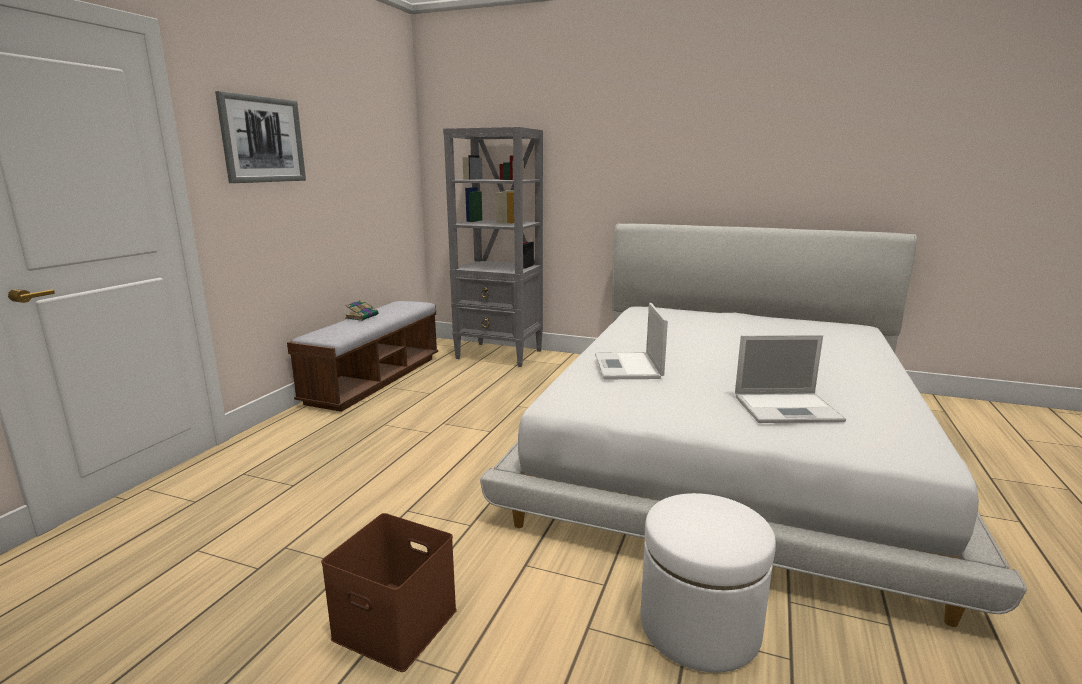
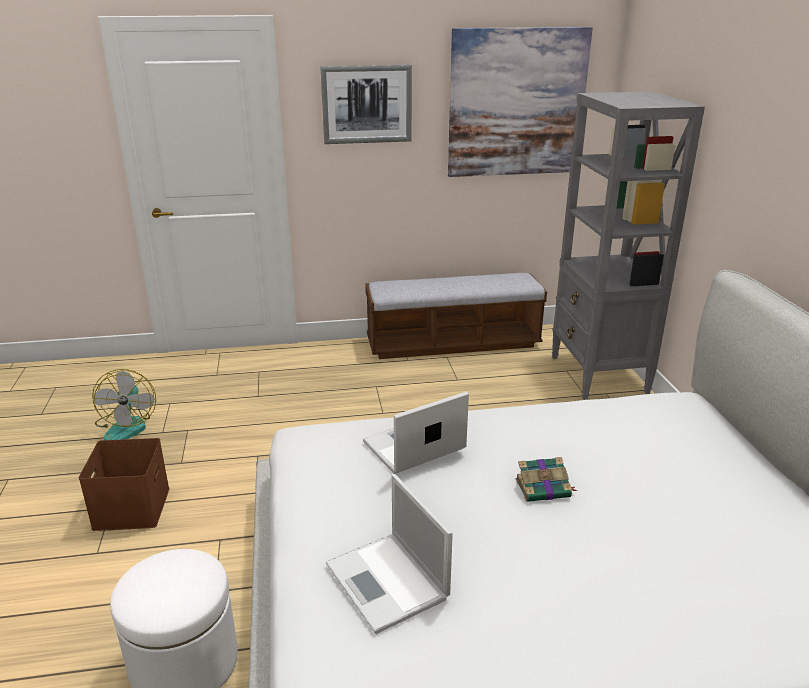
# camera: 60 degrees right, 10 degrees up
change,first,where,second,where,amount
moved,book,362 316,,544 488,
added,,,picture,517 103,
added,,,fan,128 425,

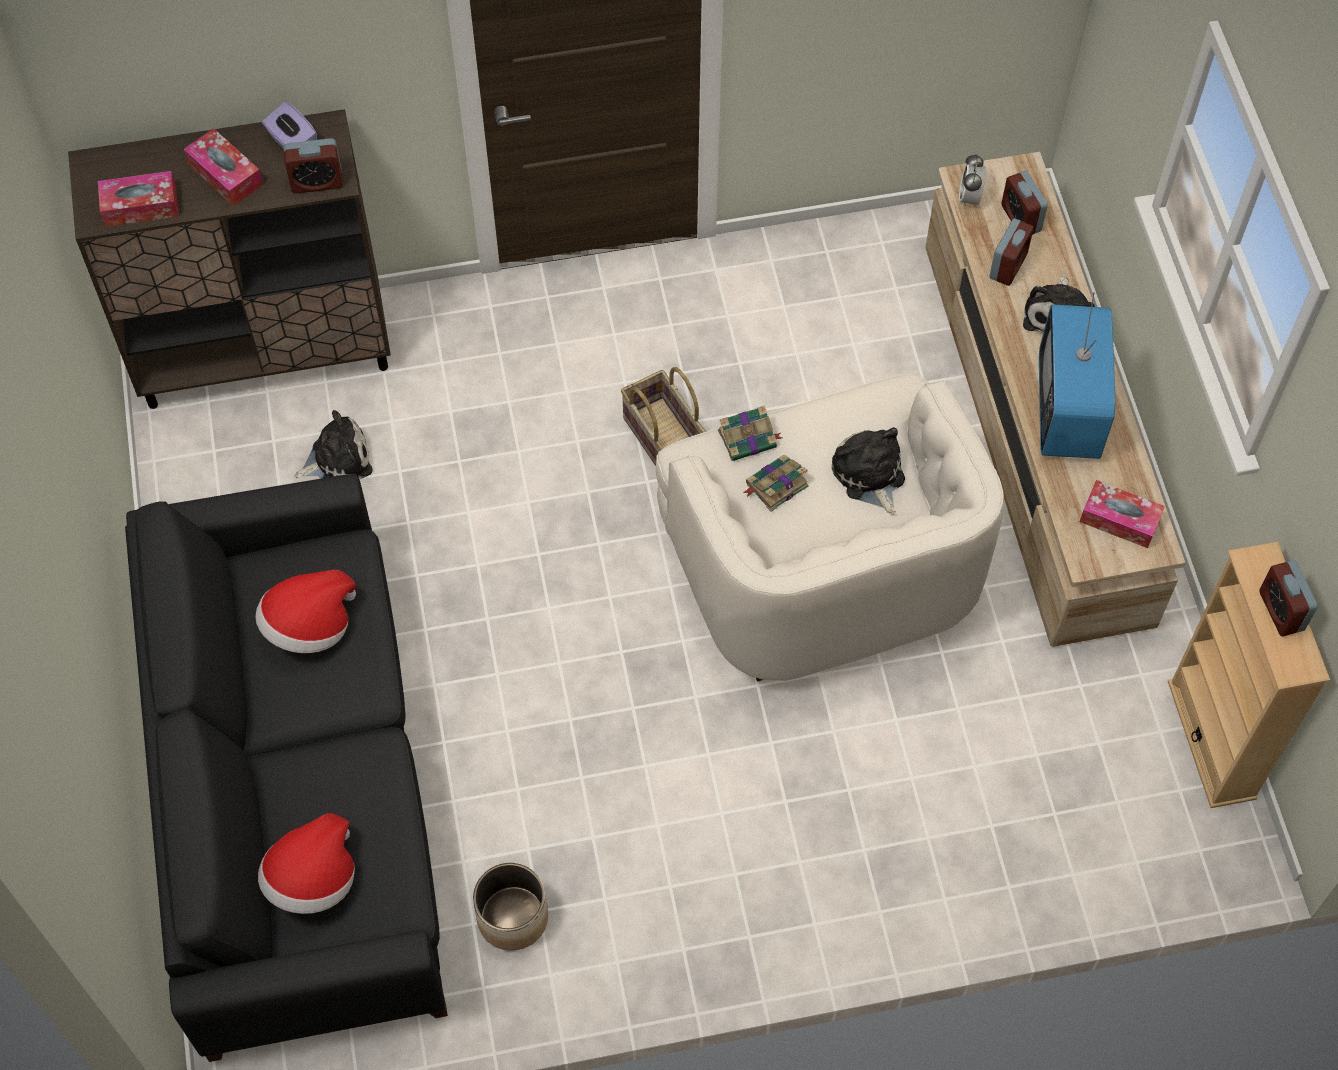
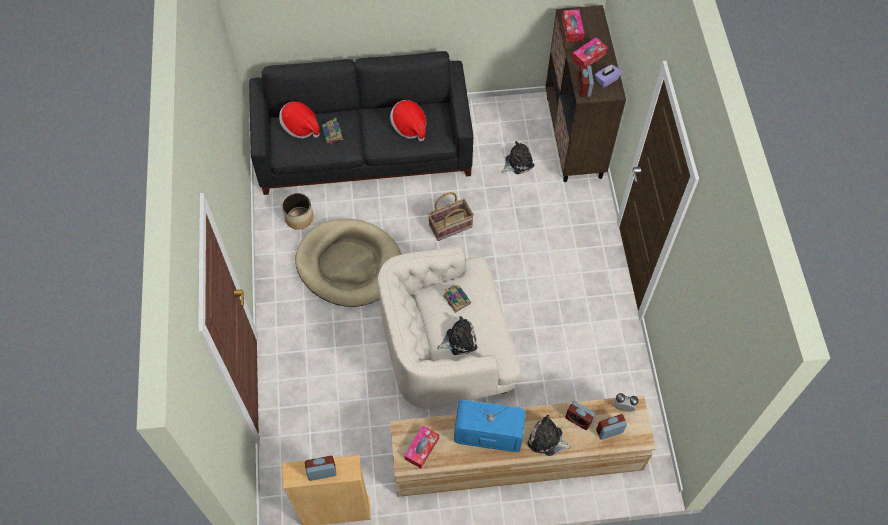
# camera: 95 degrees right, 0 degrees up
change,first,where,second,where,amount
moved,basket,662 439,,450 225,
moved,book,748 438,,332 134,
turned,plush toy,337 459,,517 163,105 degrees counterclockwise
added,,,dog bed in beige,349 264,

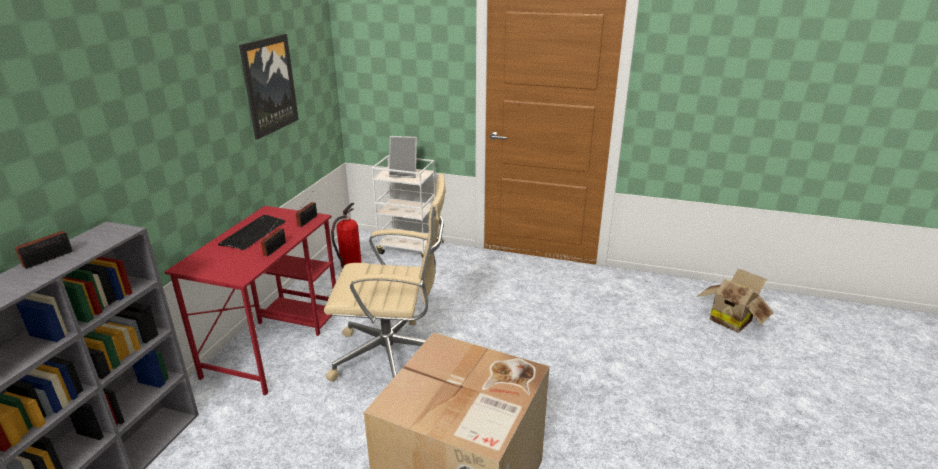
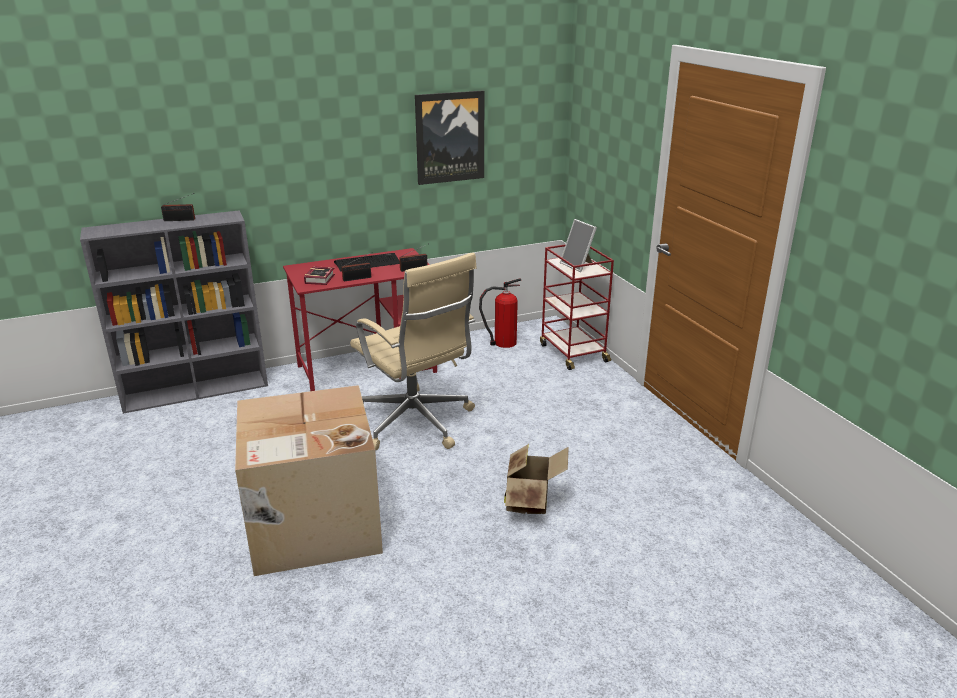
# camera: 50 degrees right, 0 degrees up
change,first,where,second,where,amount
recoloured,cart in white,408 249,cart in red,572 353,
moved,cardboard box,730 319,,531 501,
added,,,book,321 278,

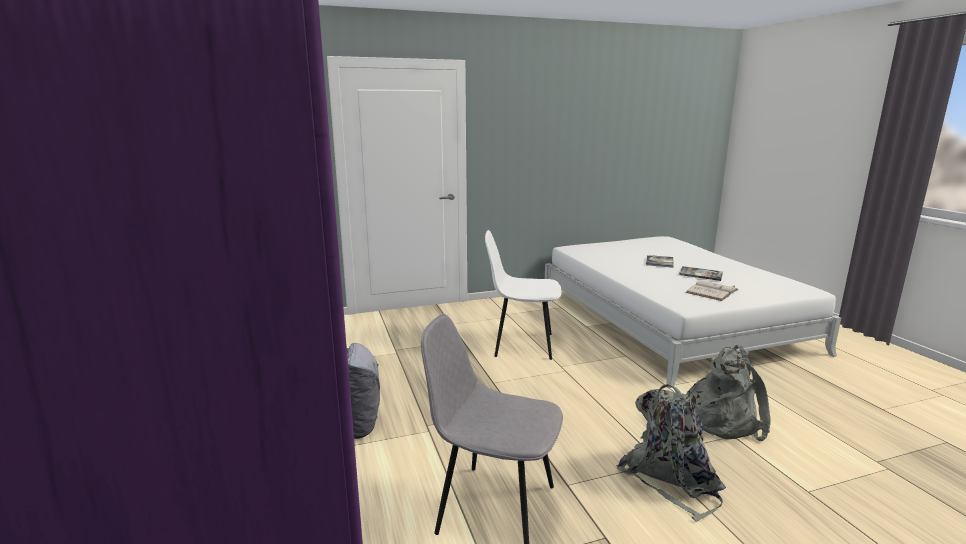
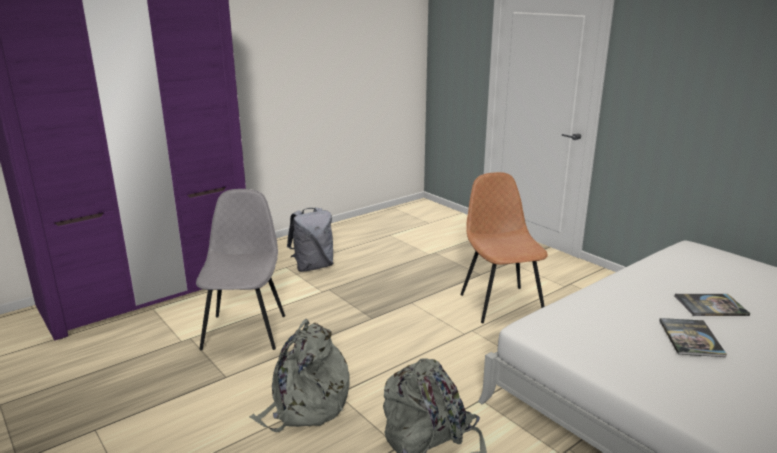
# camera: 70 degrees right, 5 degrees up
change,first,where,second,where,amount
recoloured,chair in white,521 344,chair in brown,501 303,
removed,book in white,712 291,,,

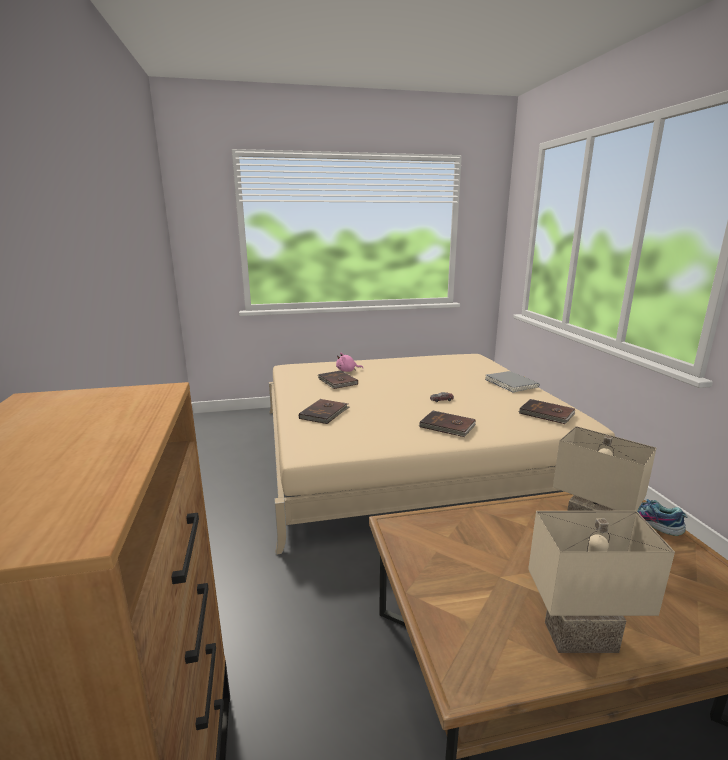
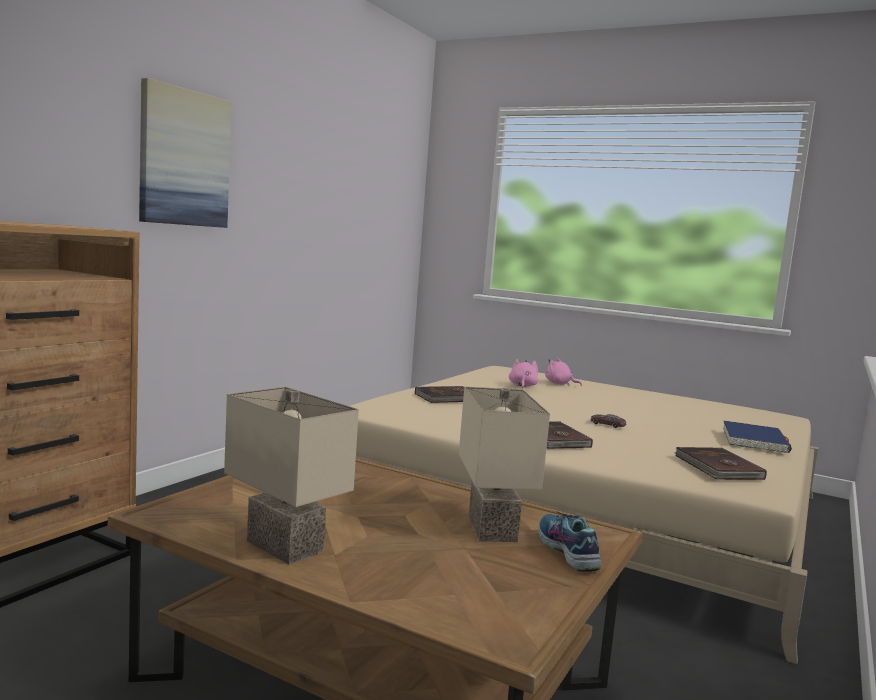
# camera: 40 degrees right, 10 degrees down
change,first,where,second,where,amount
replaced,book in brown,337 381,plush toy in pink,522 386,
recoloured,book in grey,511 384,book in blue,754 441,
added,,,picture,184 158,

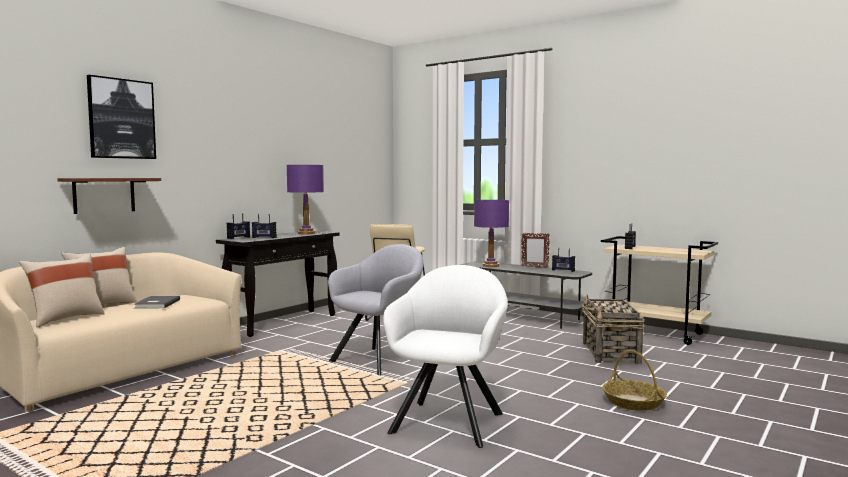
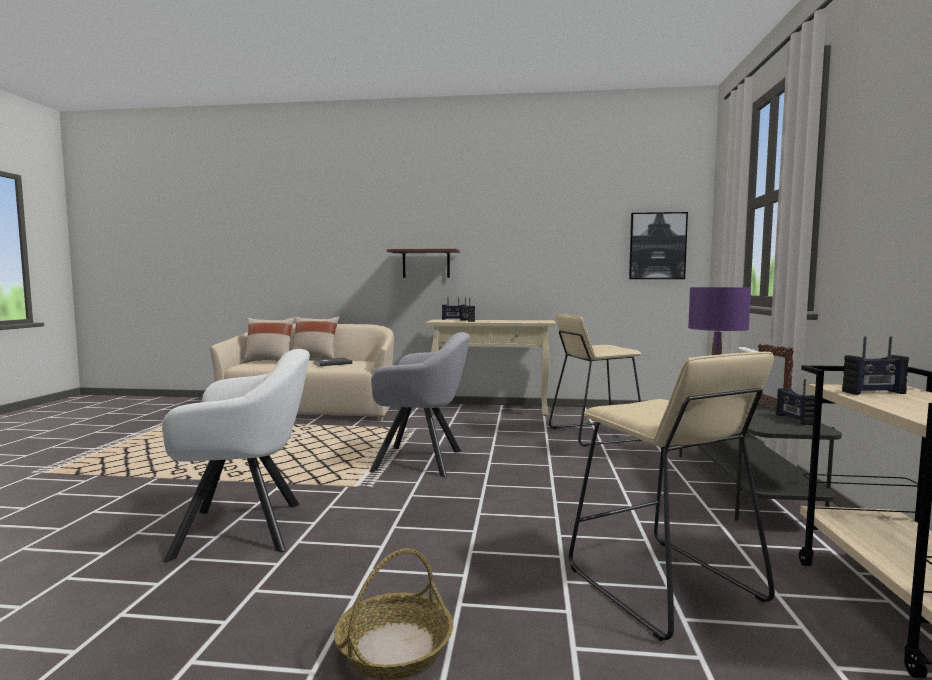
# camera: 60 degrees right, 0 degrees up
change,first,where,second,where,amount
moved,picture,121 119,,657 246,
removed,table lamp in purple,306 233,,,
moved,shelf in brown,104 195,,426 264,
recoloured,console table in black,283 322,console table in beige,491 410,
replaced,basket,610 353,stool in beige,662 584,

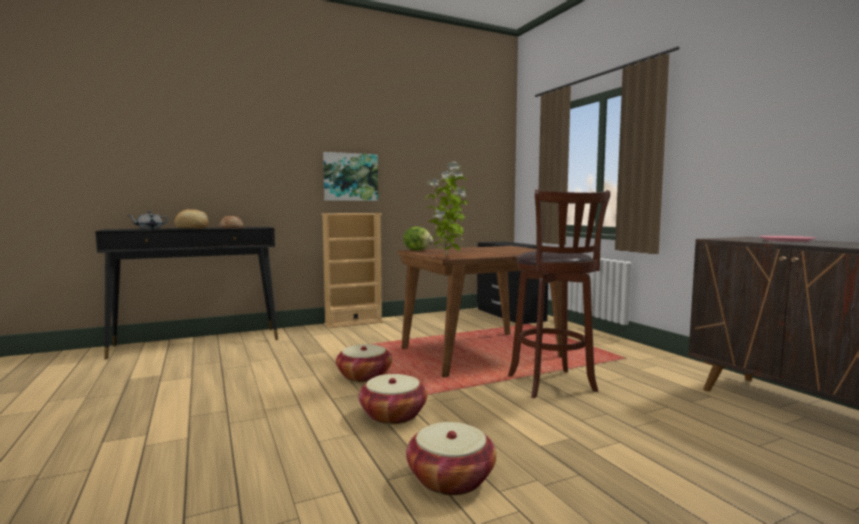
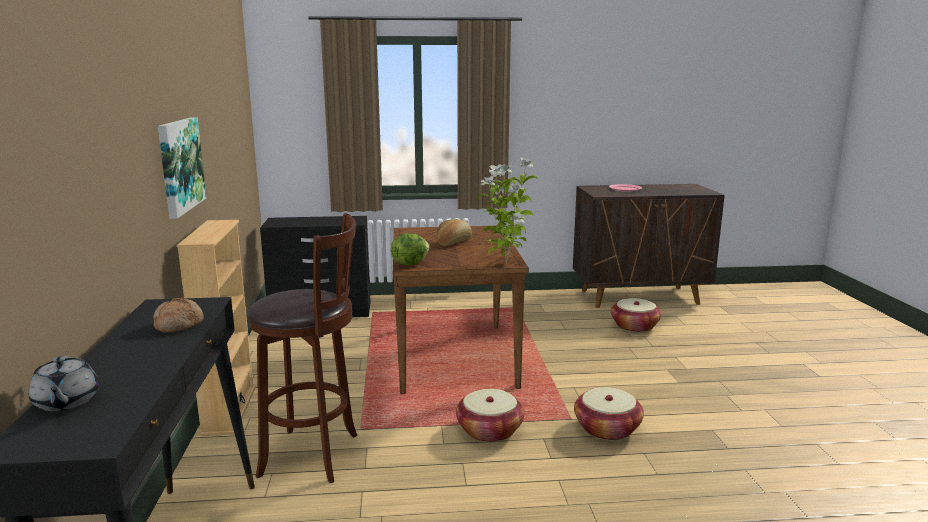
# camera: 70 degrees left, 10 degrees up
change,first,where,second,where,amount
moved,stool in brown,553 385,,315 455,
moved,bread,192 228,,454 242,
moved,basket,450 478,,634 326,

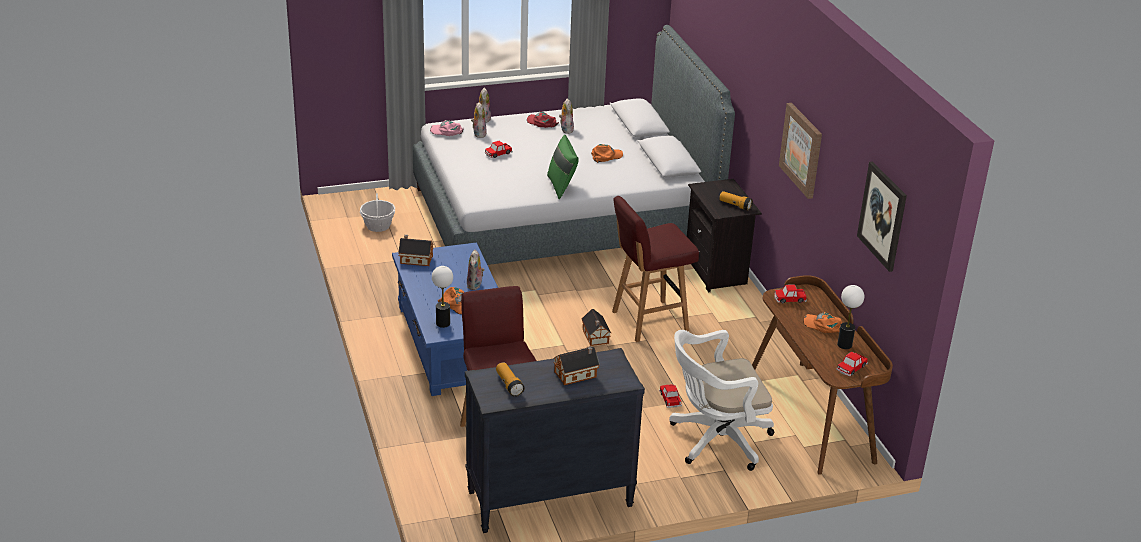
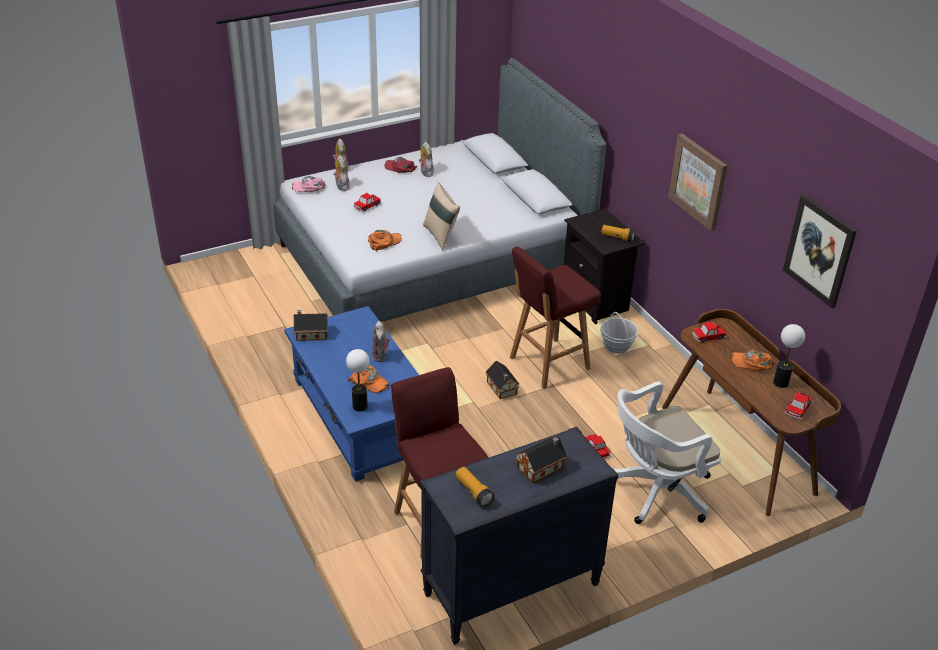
# camera: 10 degrees left, 5 degrees up
change,first,where,second,where,amount
recoloured,pillow in green,562 187,pillow in beige,441 236,
moved,cap in orange,606 156,,384 242,
moved,basket,378 226,,617 346,

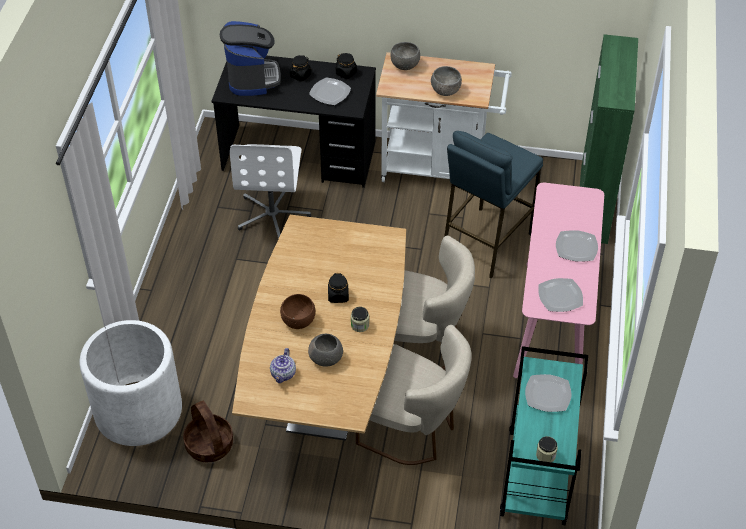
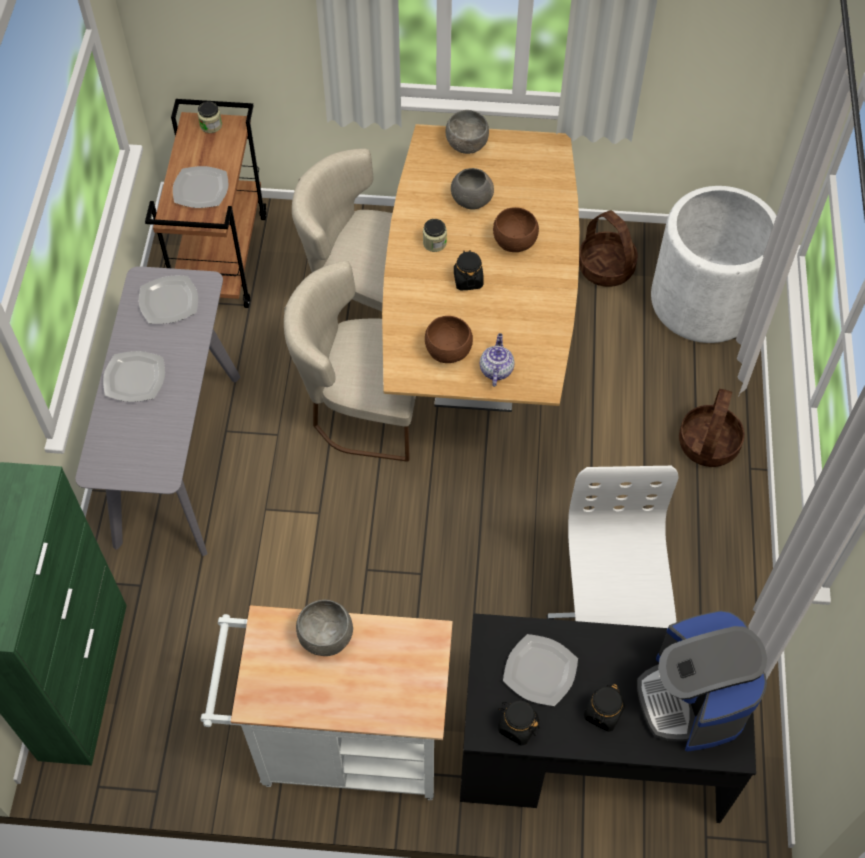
# camera: 175 degrees right, 10 degrees up
change,first,where,second,where,amount
moved,bowl in grey,405 65,,466 145,
removed,stool in blue,485 243,,,
recoloured,console table in pink,553 322,console table in grey,178 458,
recoloured,cart in turquoise,537 477,cart in brown,220 257,
moved,teapot,283 374,,496 369,
added,,,bowl in brown,449 352,
added,,,basket,708 443,

